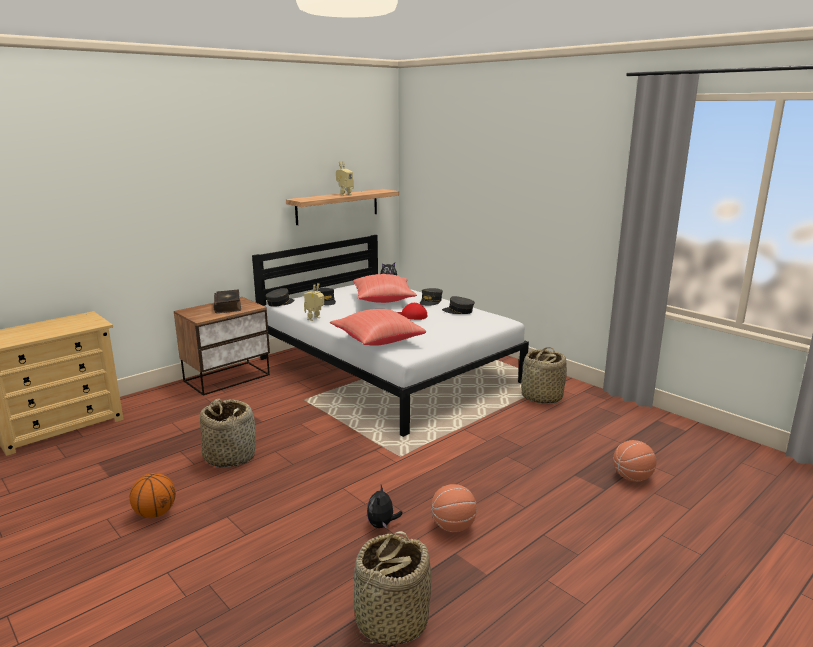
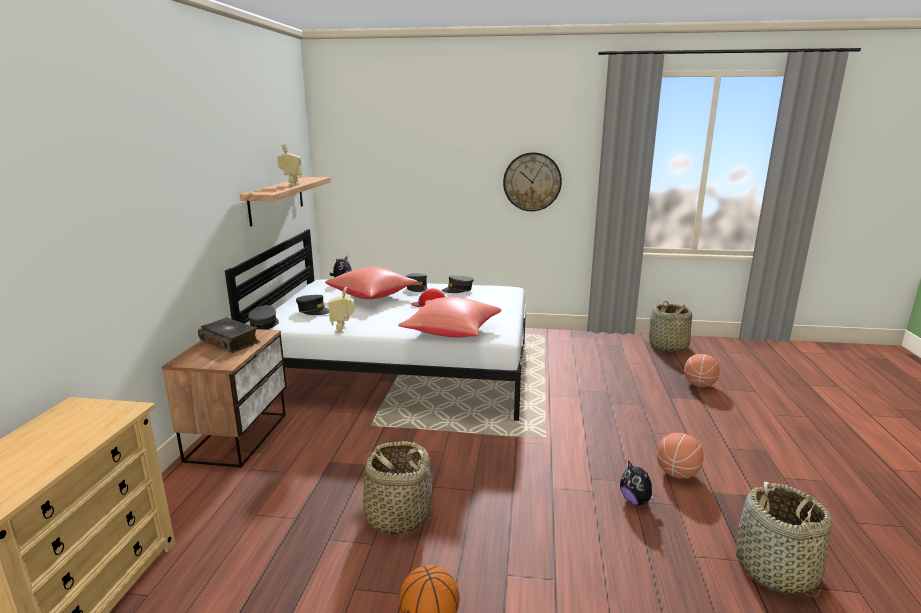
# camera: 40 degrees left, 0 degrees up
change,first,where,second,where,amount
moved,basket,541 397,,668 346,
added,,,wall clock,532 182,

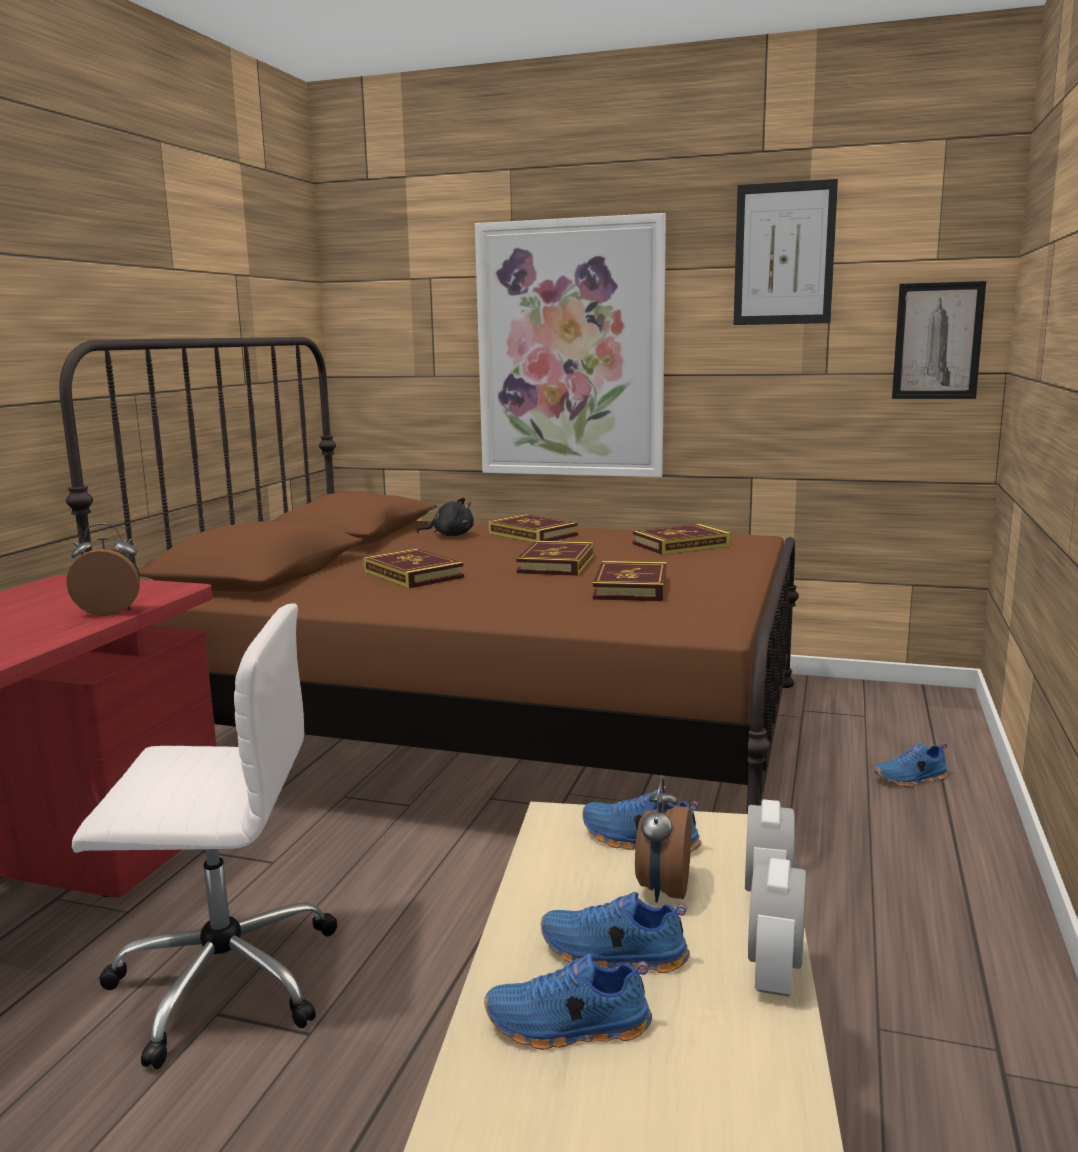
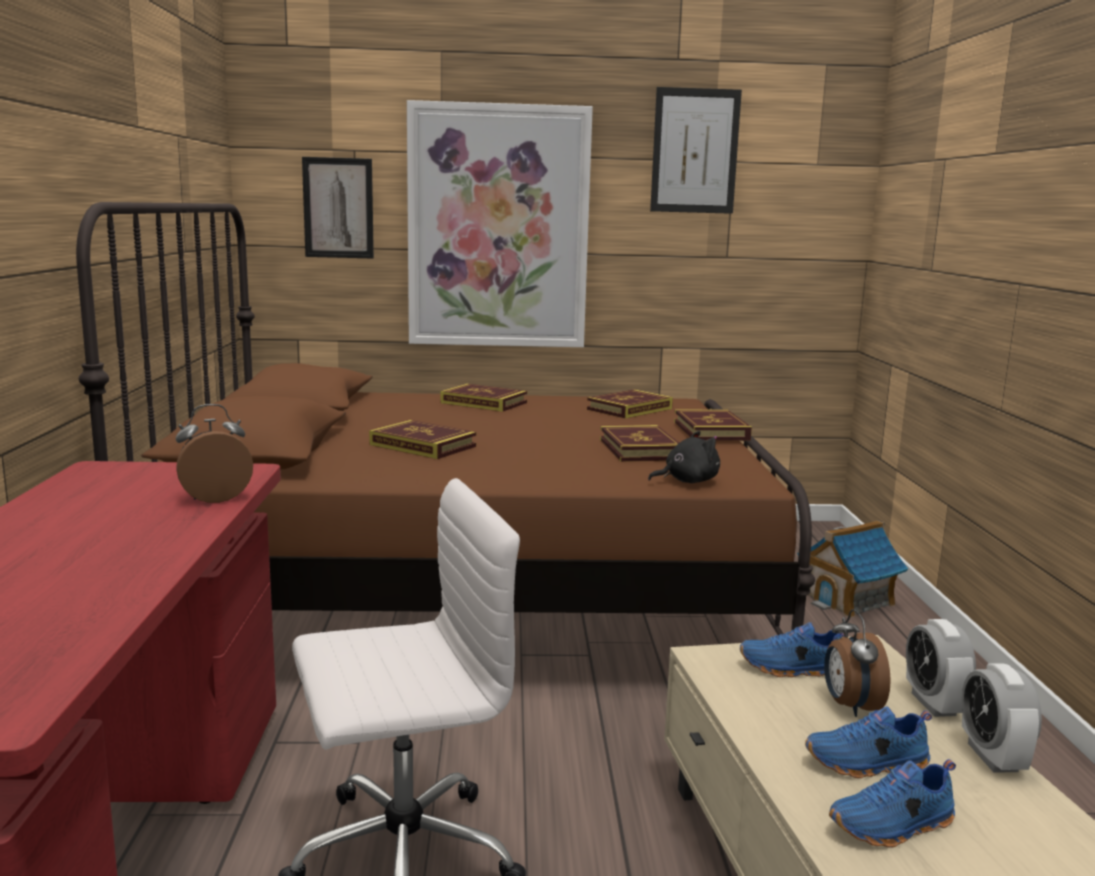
# camera: 20 degrees left, 0 degrees up
change,first,where,second,where,amount
moved,picture,937 341,,338 208,
moved,plush toy in black,450 535,,687 481,
moved,book,556 564,,710 431,
replaced,shoe in blue,911 779,toy house,847 599,

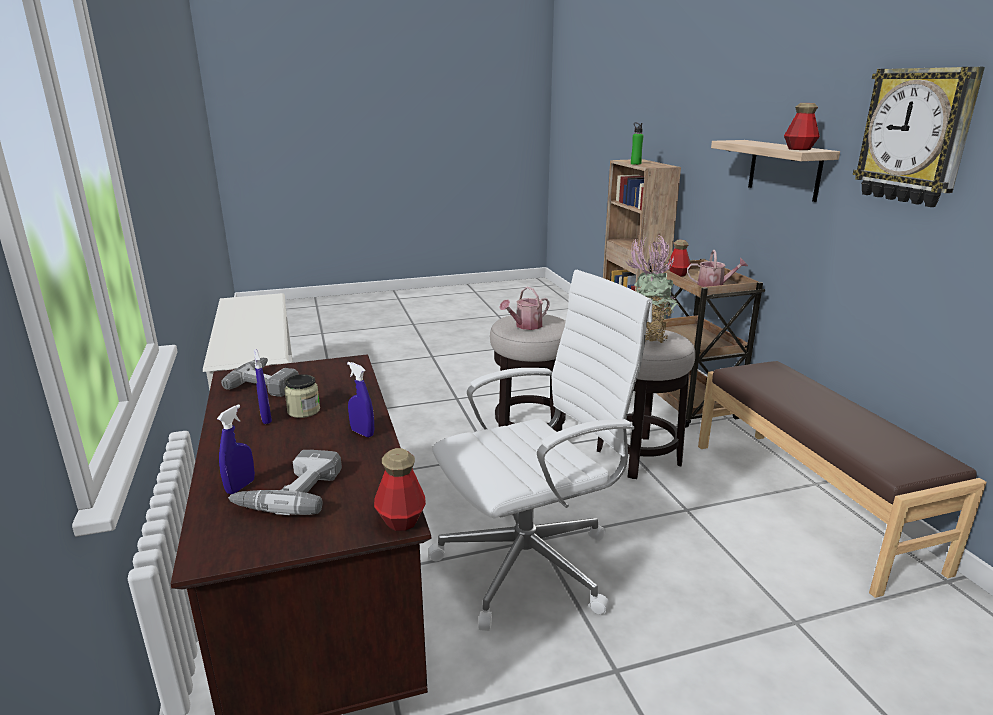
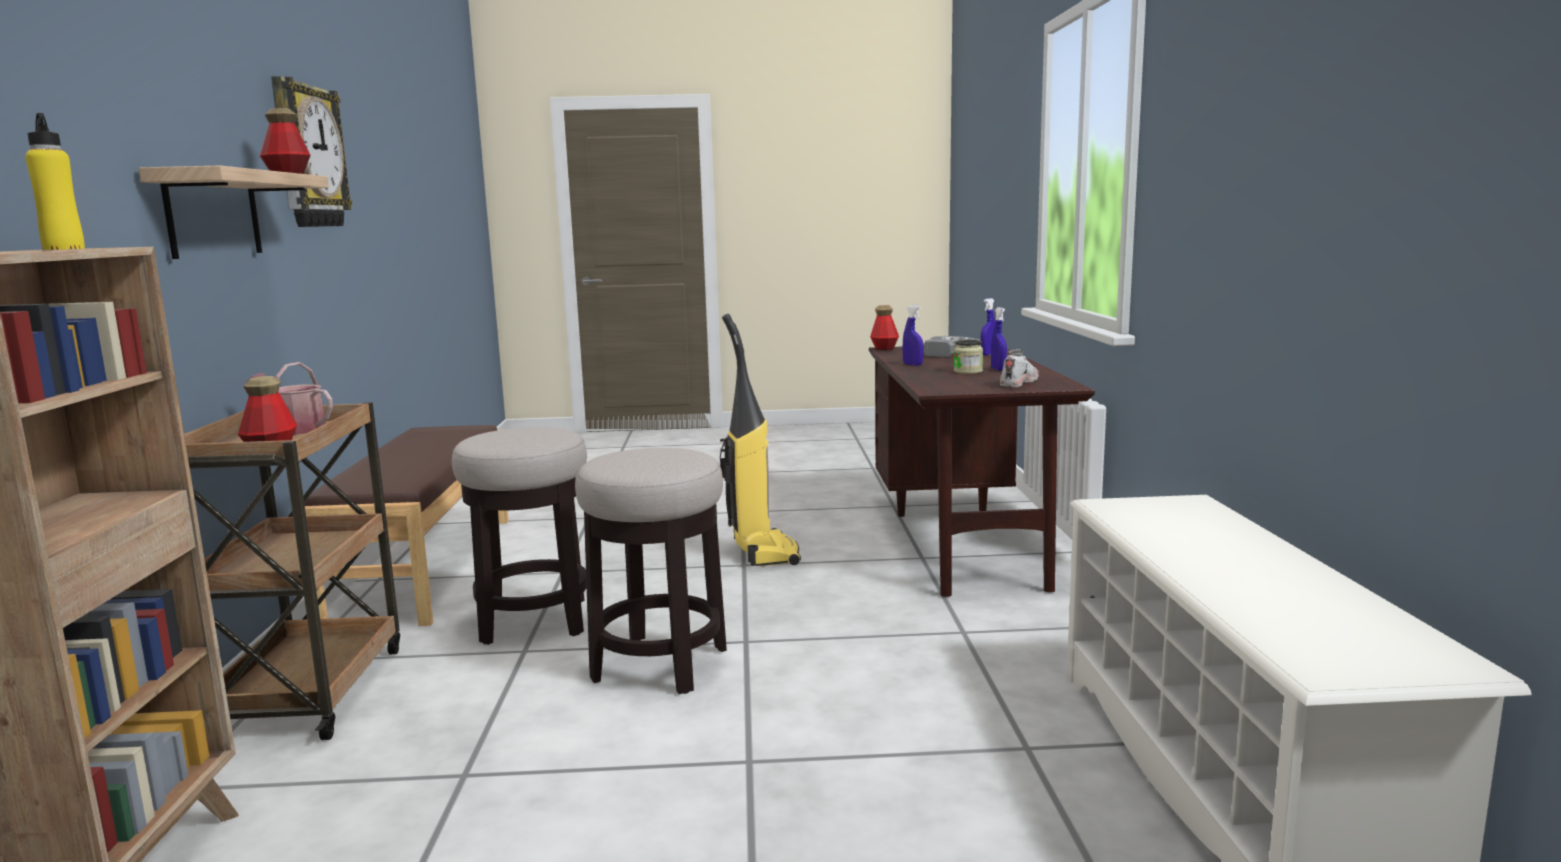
# camera: 165 degrees left, 10 degrees down
change,first,where,second,where,amount
recoloured,bottle in green,635 164,bottle in yellow,64 249,
removed,potted plant,646 338,,,
replaced,office chair in white,532 563,vacuum cleaner,763 552,
removed,watering can,525 326,,,
replaced,power drill,269 382,shoe in white,1018 383,

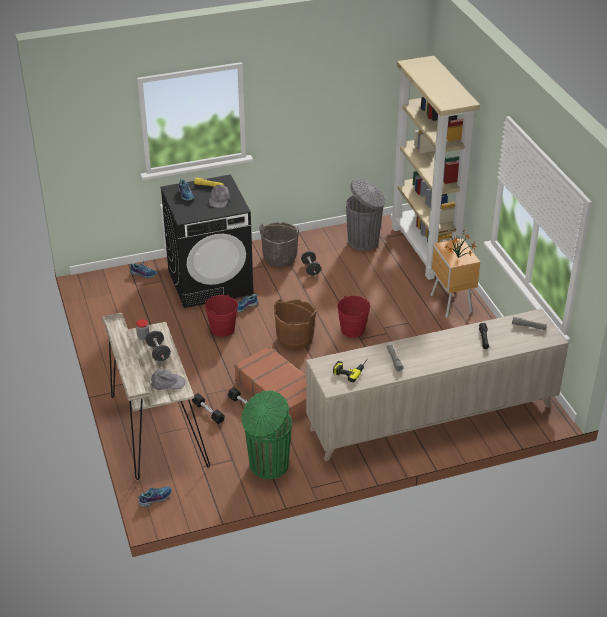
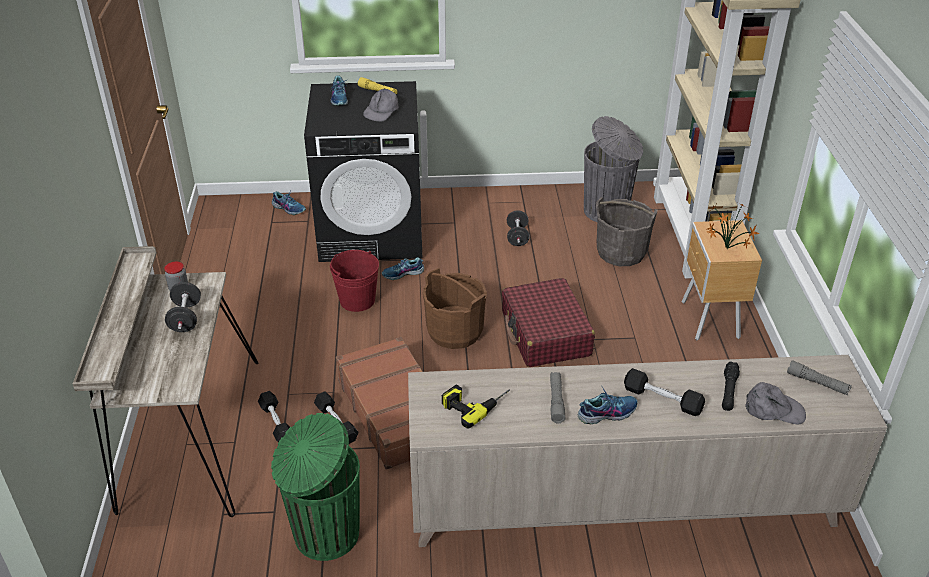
# camera: 15 degrees right, 0 degrees up
change,first,where,second,where,amount
moved,bucket in grey,280 257,,621 252,
replaced,bucket in red,352 330,suitcase in red,545 334,
moved,cap in grey,168 383,,774 409,
moved,shoe,155 498,,607 413,
added,,,dumbbell in black,662 399,

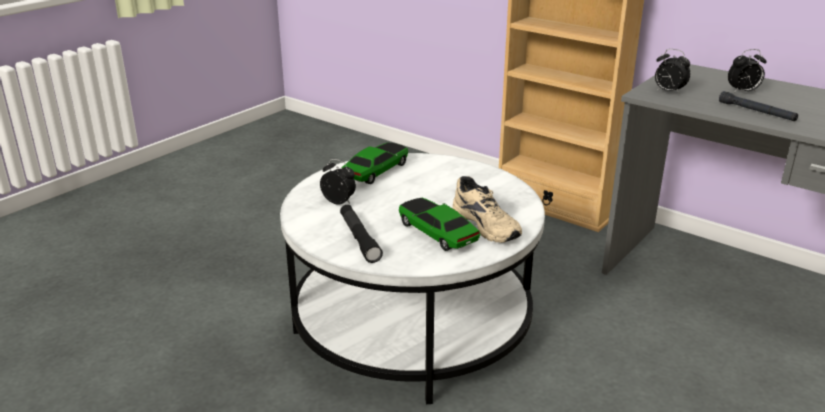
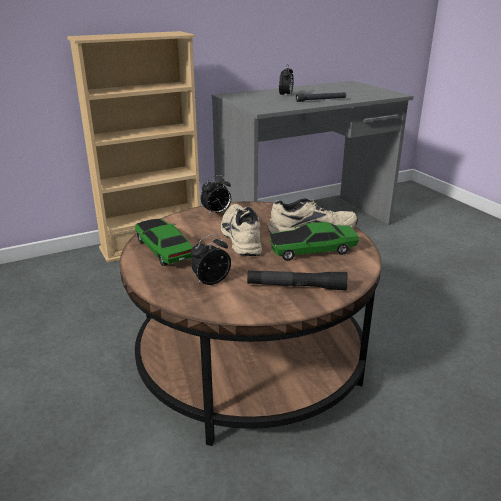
# camera: 65 degrees left, 0 degrees up
change,first,where,second,where,amount
moved,alarm clock,668 92,,217 213,
recoloured,coffee table in white,412 323,coffee table in brown,250 361,
added,,,shoe in beige,239 237,

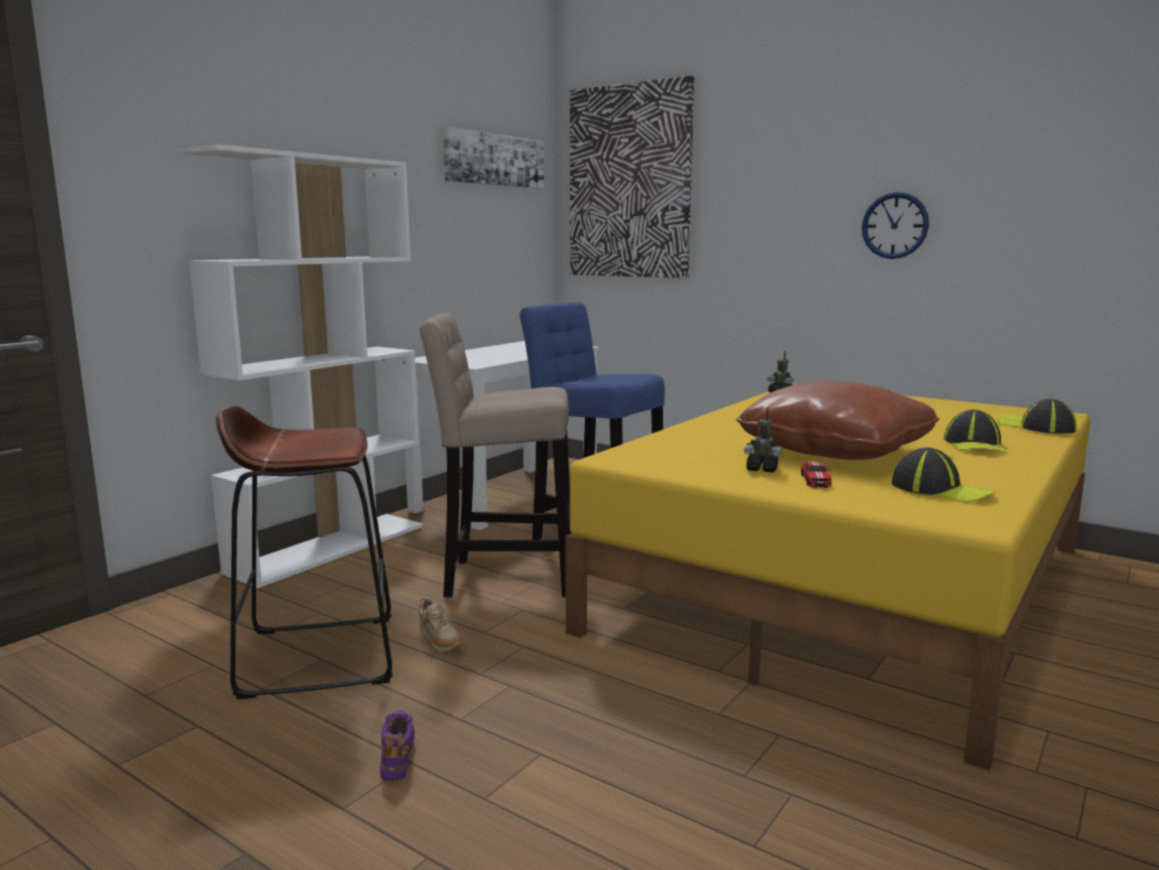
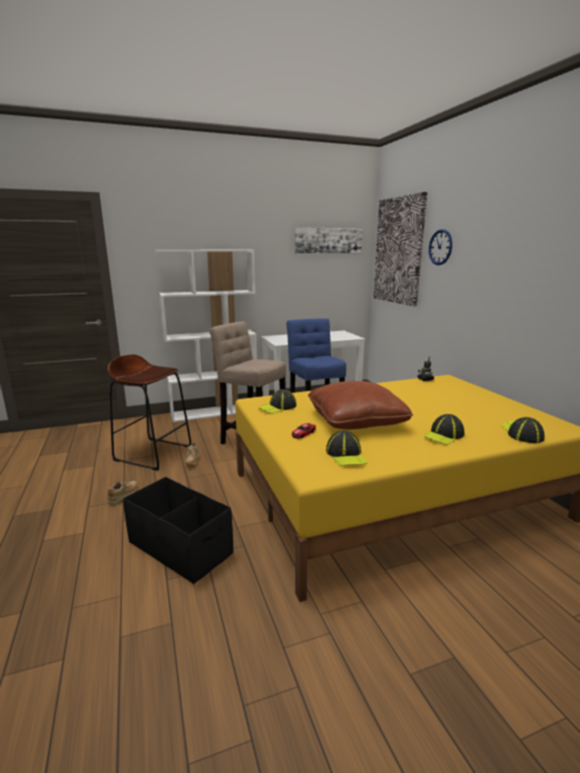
# camera: 35 degrees right, 5 degrees up
change,first,where,second,where,amount
moved,wall clock,895 225,,440 247,
removed,toy robot,762 469,,,
recoloured,shoe in purple,398 754,shoe in beige,124 496,
added,,,cap,278 407,
added,,,storage box in black,180 547,

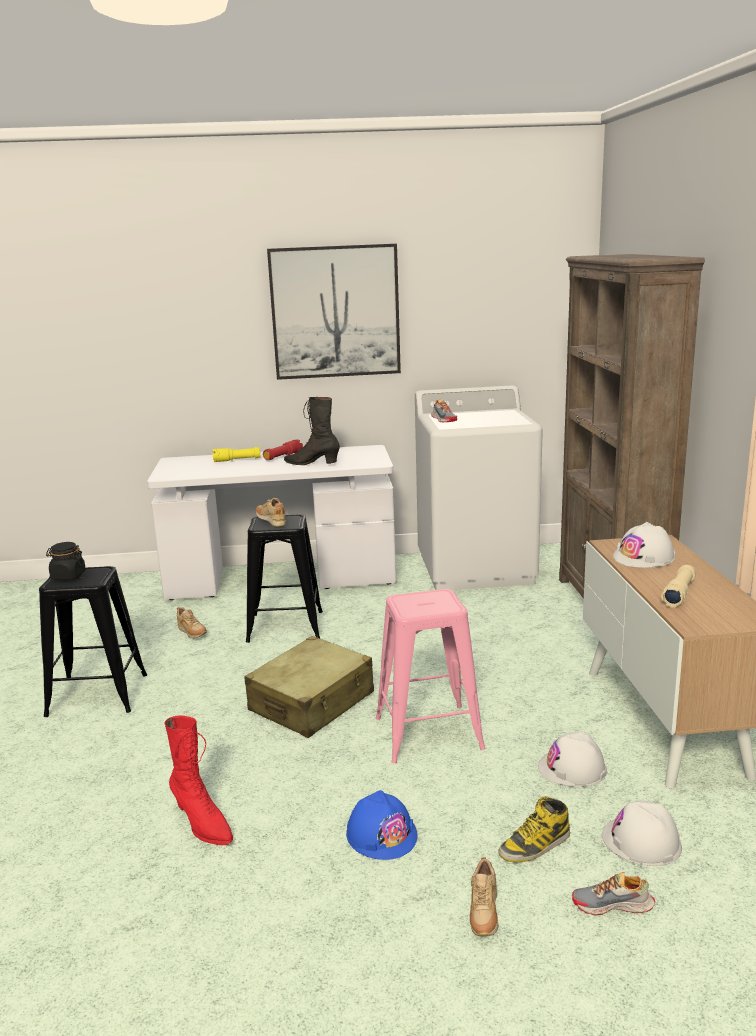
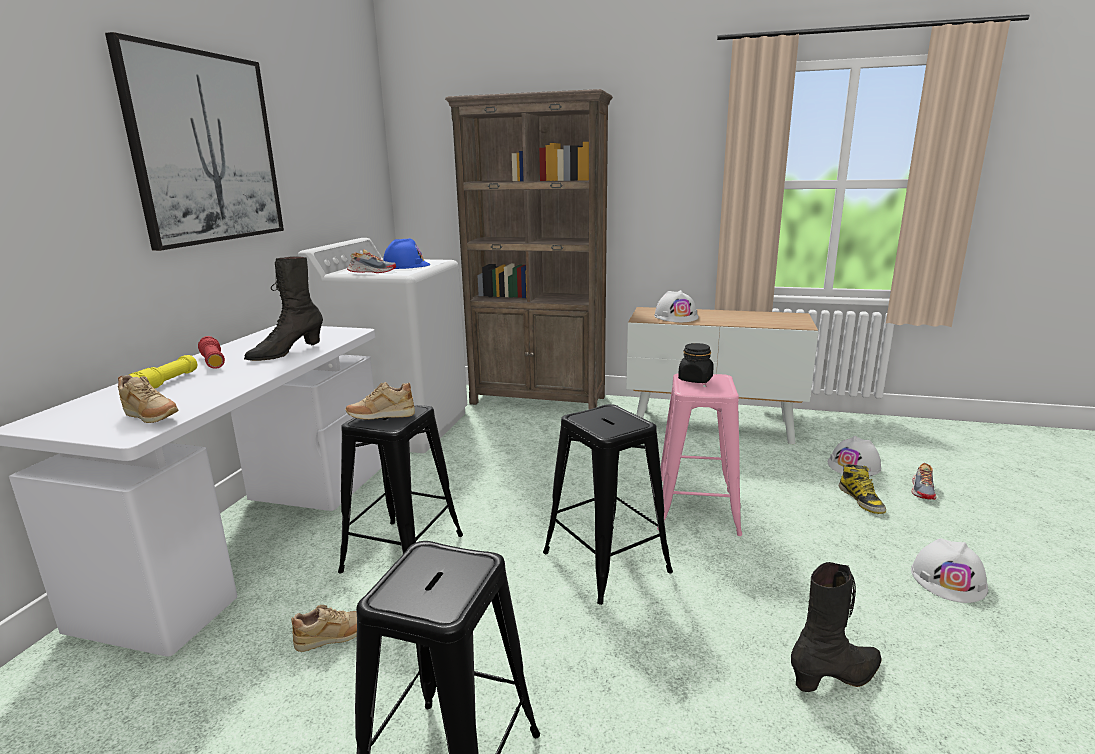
# camera: 70 degrees left, 0 degrees up
change,first,where,second,where,amount
moved,jar in black,68 576,,695 379,
removed,flashlight in beige,679 594,,,
replaced,suitcase in beige,312 702,stool in black,606 562,
recoloured,boot in red,202 824,boot in black,836 678,
moved,hard hat in white,572 768,,948 579,
moved,hard hat in blue,381 834,,405 265,
moved,shoe in beige,483 915,,151 418,

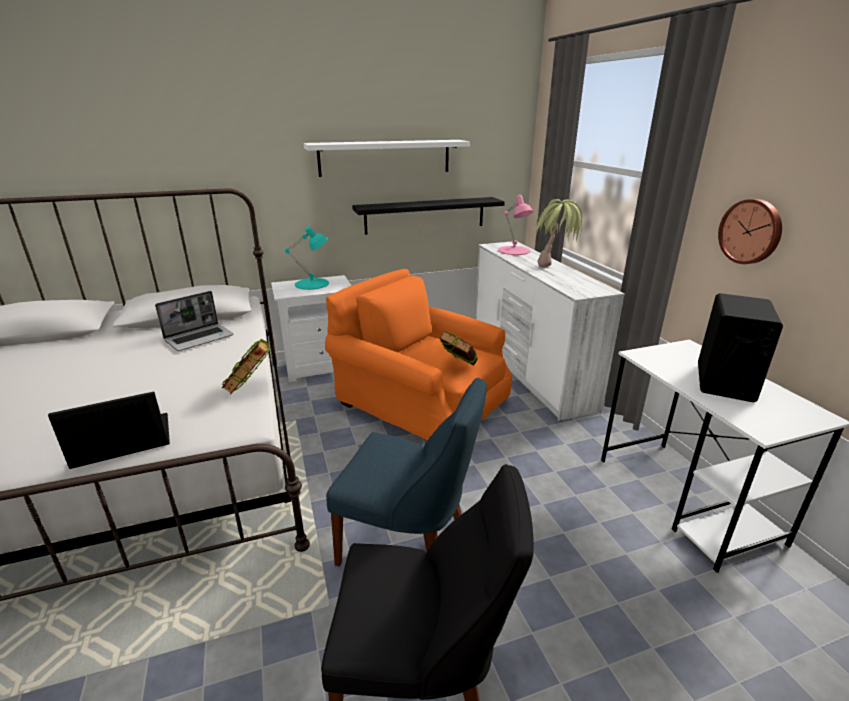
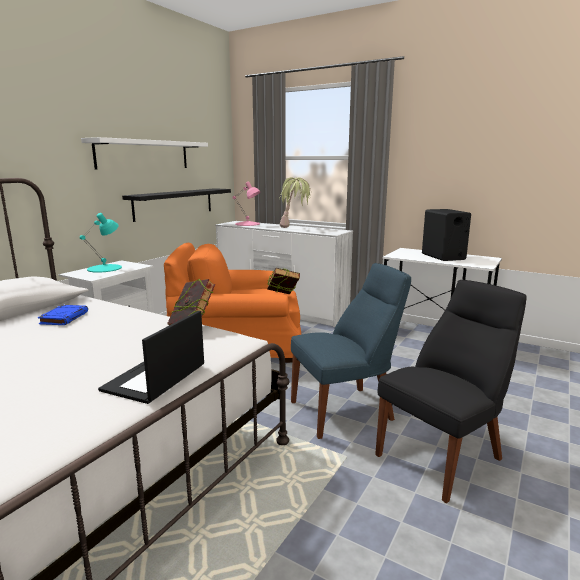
# camera: 40 degrees left, 10 degrees down
change,first,where,second,where,amount
removed,wall clock,751 231,,,
replaced,laptop,200 338,book in blue,64 318,

